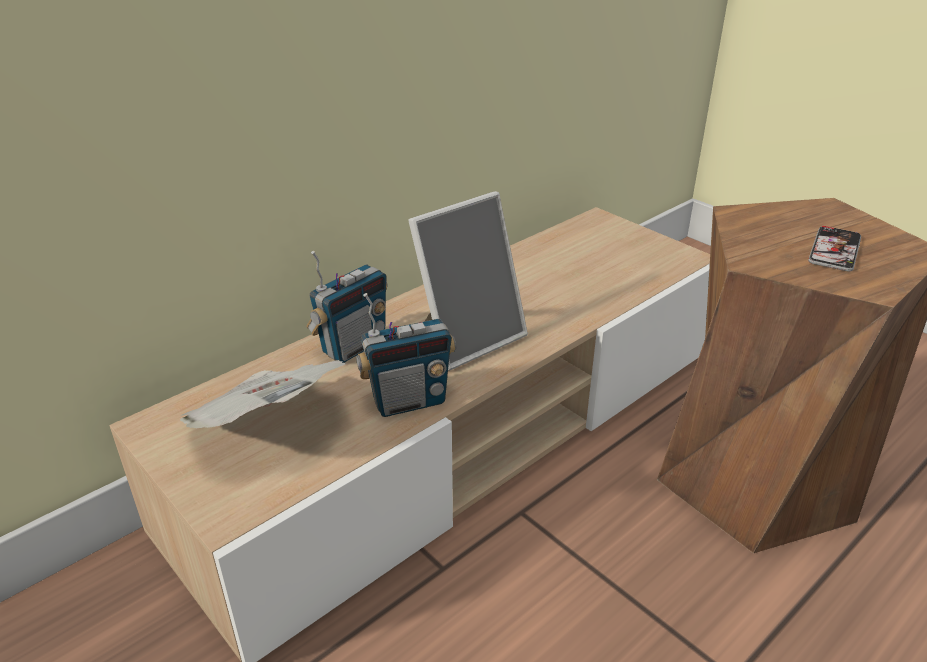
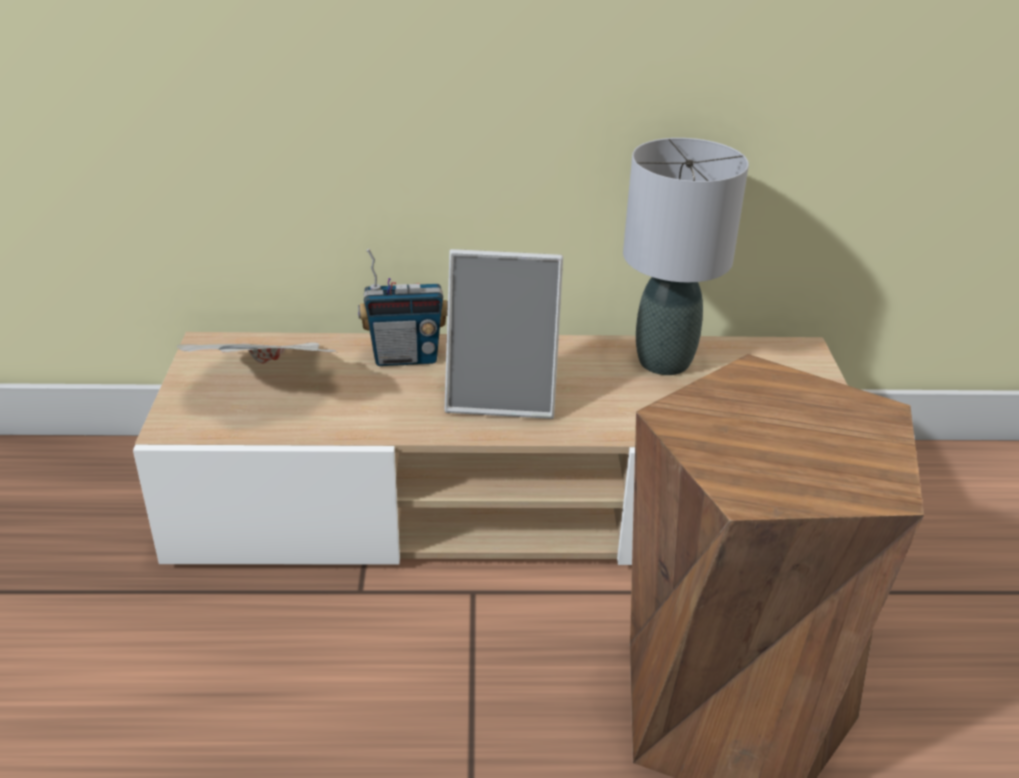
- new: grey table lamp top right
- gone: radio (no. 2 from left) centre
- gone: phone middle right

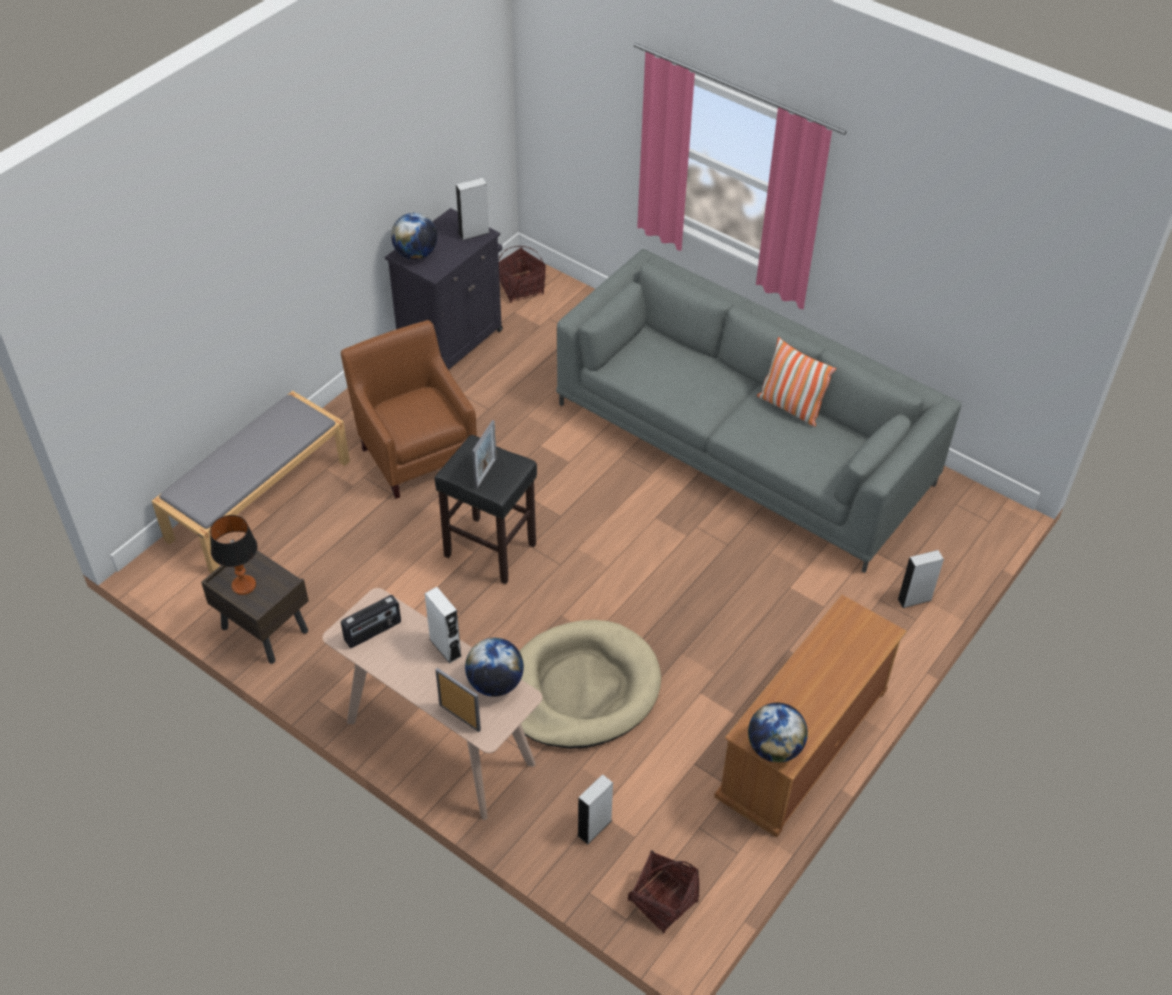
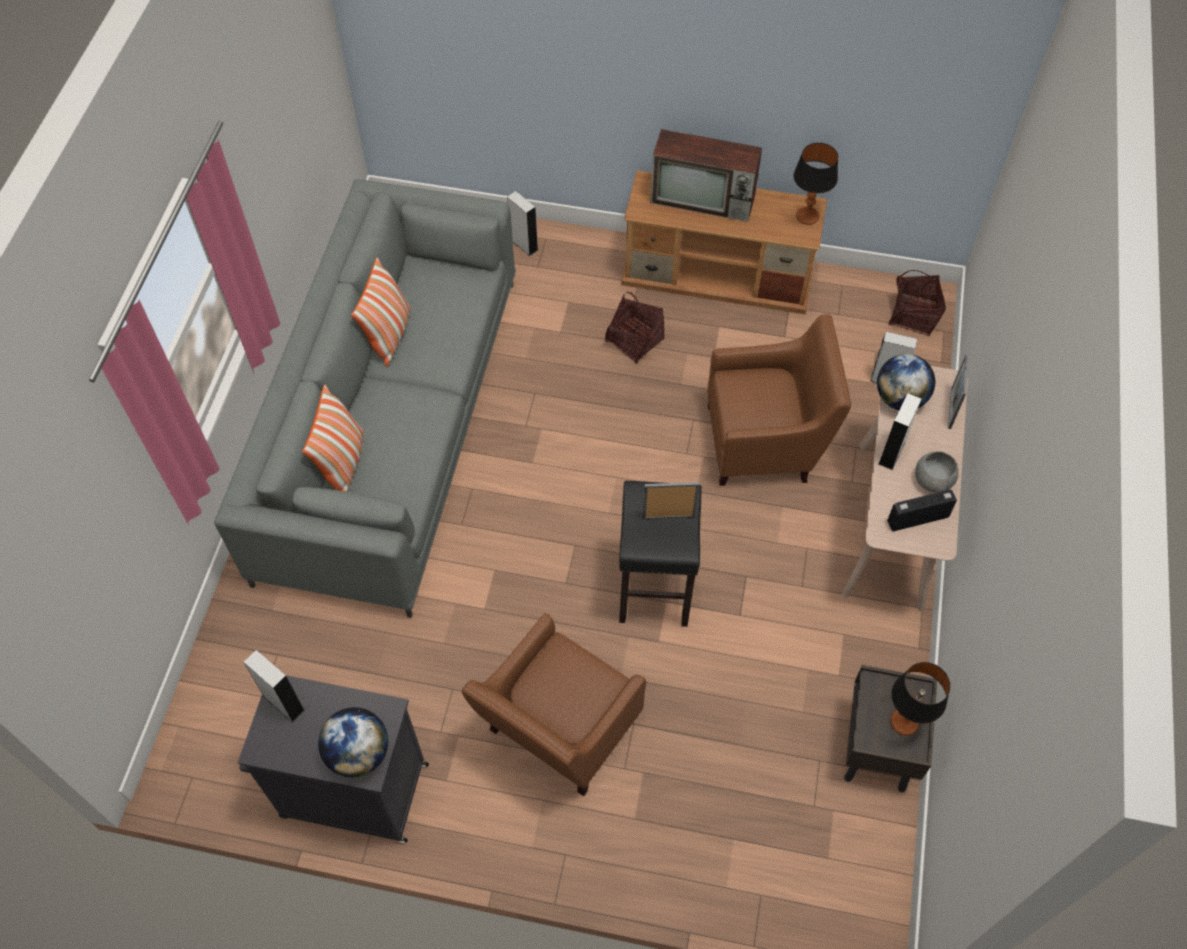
- new: pillow (no. 1 from left) middle left
- shifted: basket (no. 1 from left) top centre to centre
- new: television top centre
- swapped: beige dog bed bottom centre to brown armchair (no. 2 from left) centre
- swapped: globe (no. 3 from left) bottom centre to table lamp (no. 1 from left) top right
- rotated: radio middle left = middle right 45 degrees counterclockwise
- new: grey bowl middle right
- gone: grey bench middle left

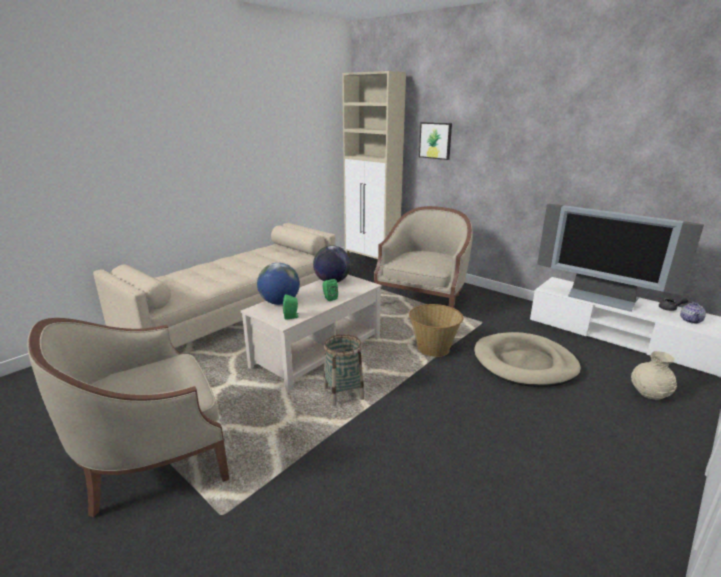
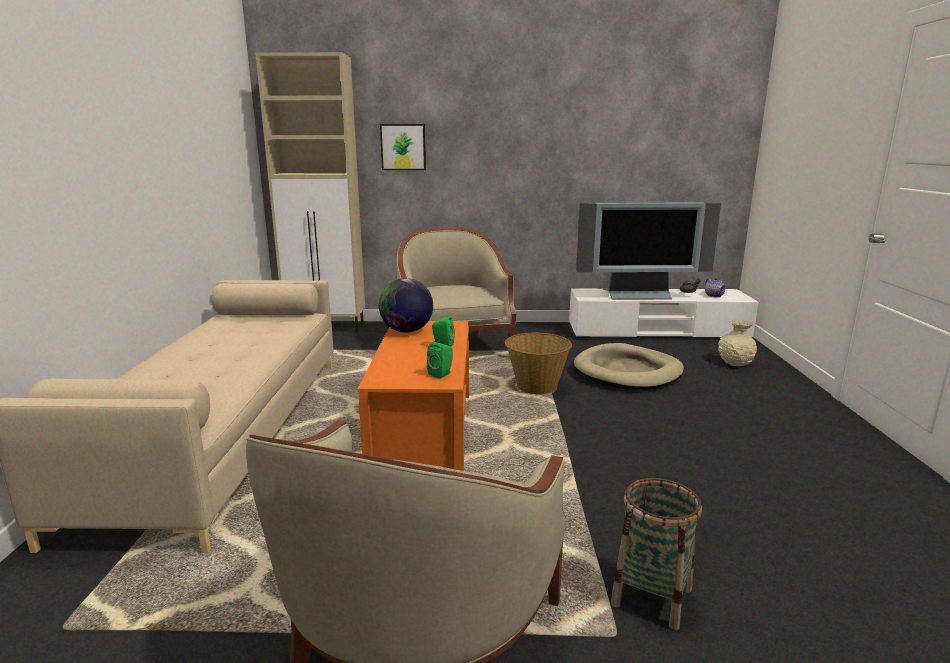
- repainted: beige coffee table centre to orange coffee table centre
- shifted: basket (no. 1 from left in the first image) centre to basket (no. 2 from left) bottom right
- gone: globe (no. 1 from left) centre

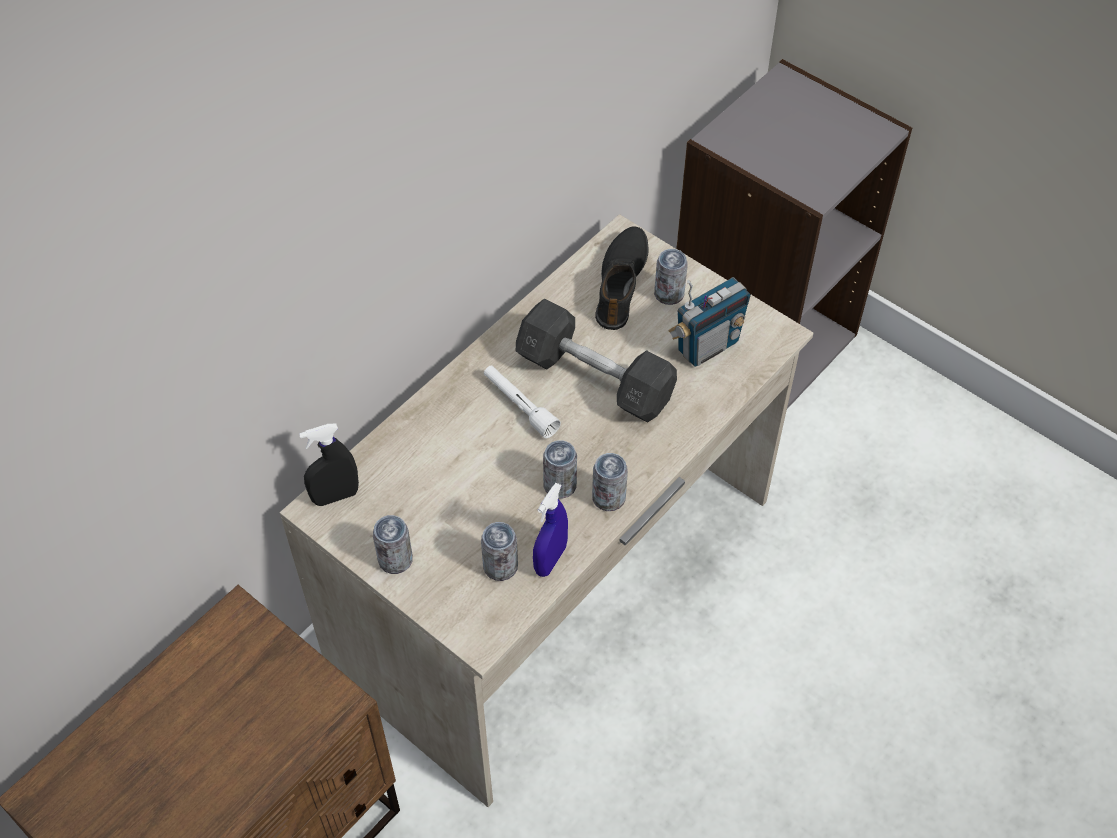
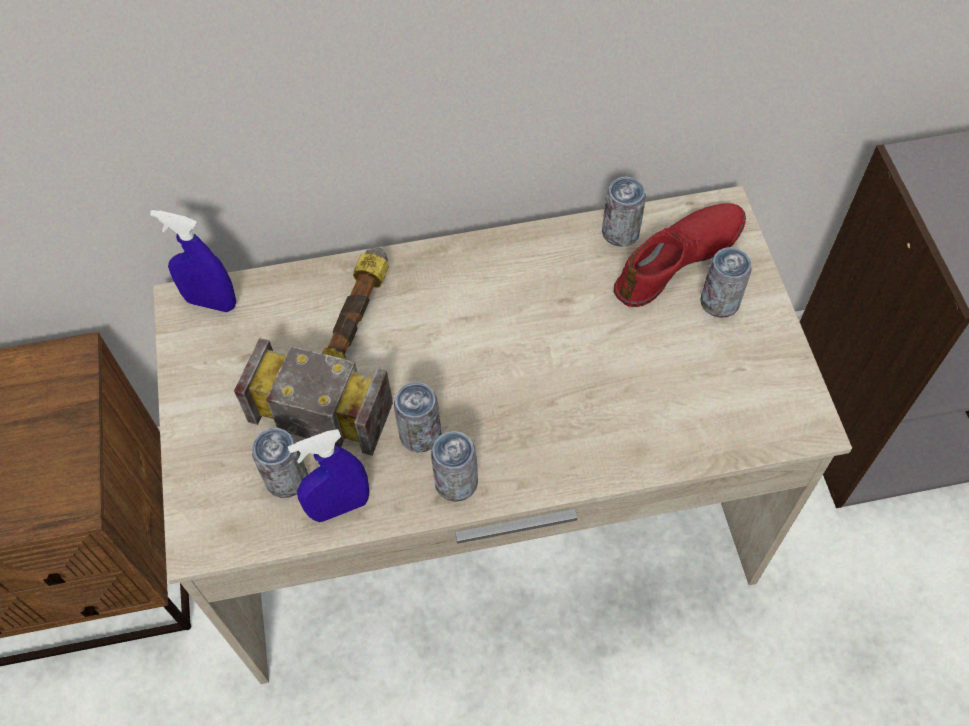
- repainted: black spray bottle middle left to blue spray bottle (no. 1 from left) middle left
- new: hammer middle left
- shifted: can (no. 1 from left in the first image) centre to can (no. 4 from left) top centre
- repainted: black shoe top centre to red shoe middle right
- gone: white flashlight centre
- gone: grey dumbbell centre
- gone: radio centre

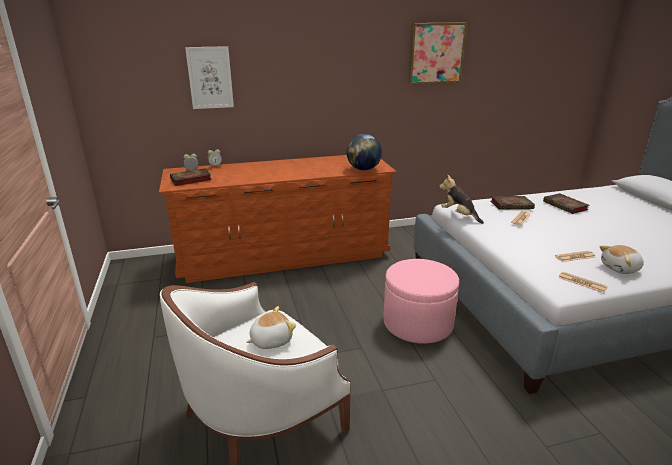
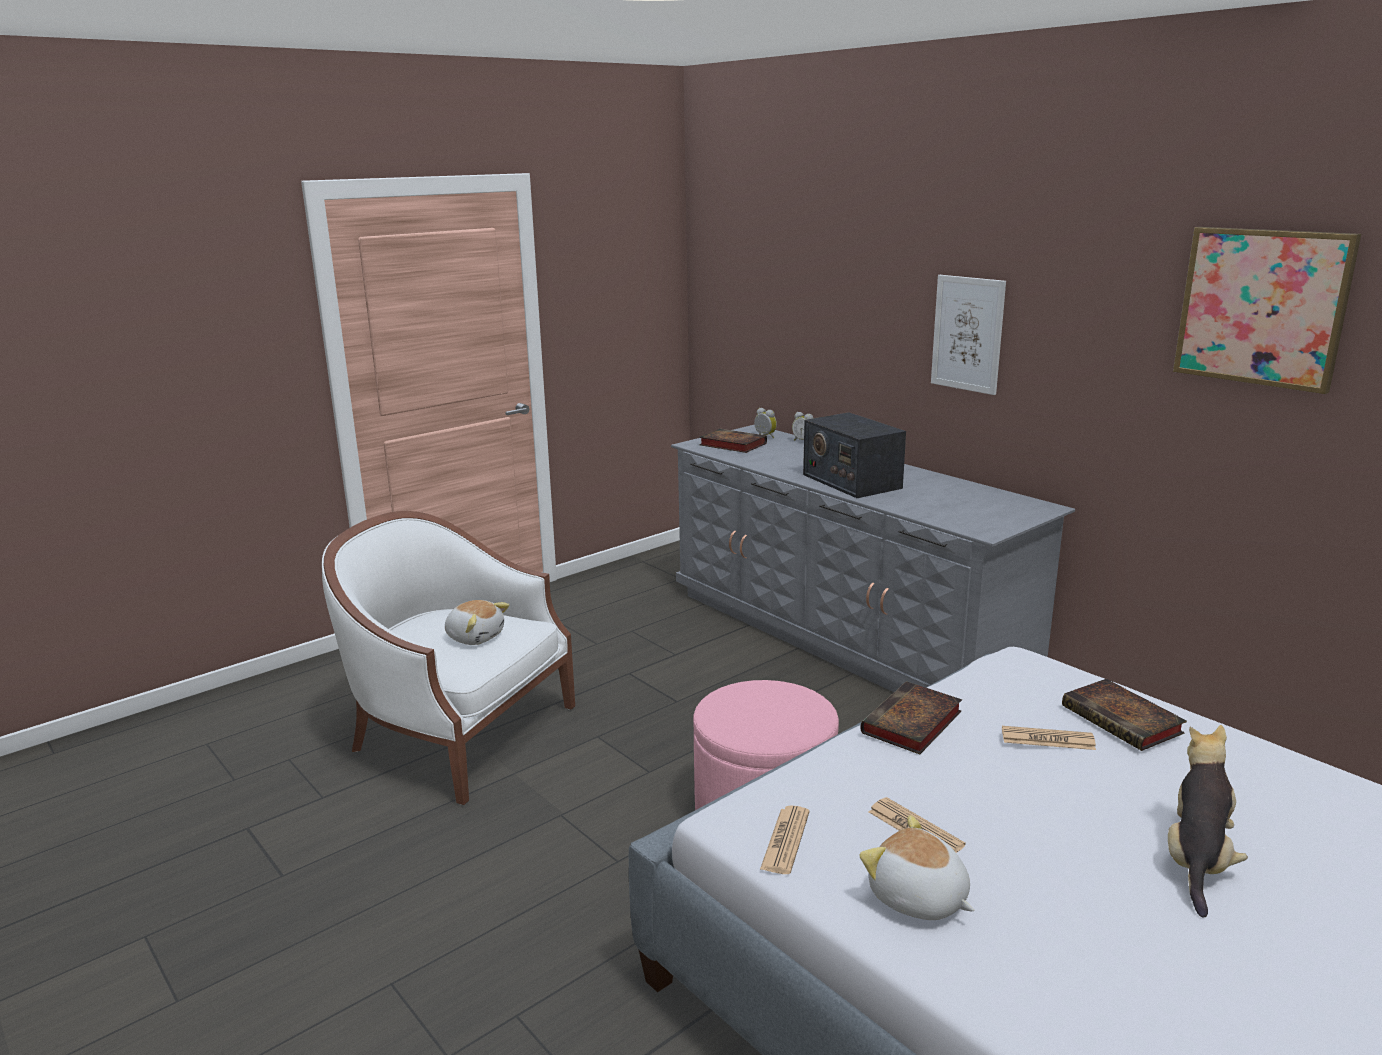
- repainted: brown dresser centre to grey dresser centre
- new: radio centre
- shifted: book (no. 3 from left in the first image) middle right to book (no. 2 from left) bottom centre
- shifted: picture (no. 1 from left) top left to top right
- shifted: plush toy (no. 2 from left in the first image) middle right to plush toy (no. 3 from left) bottom right
- gone: globe top centre

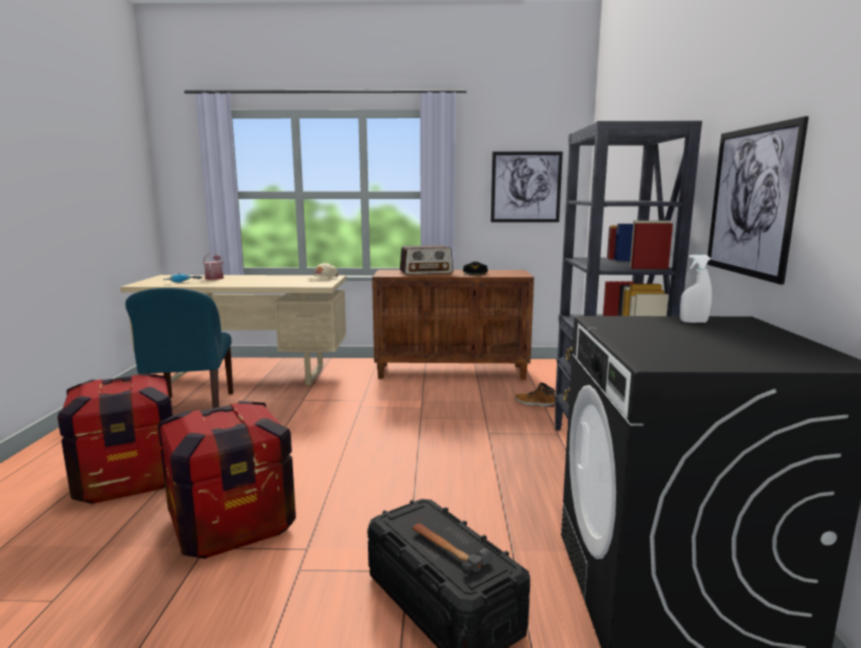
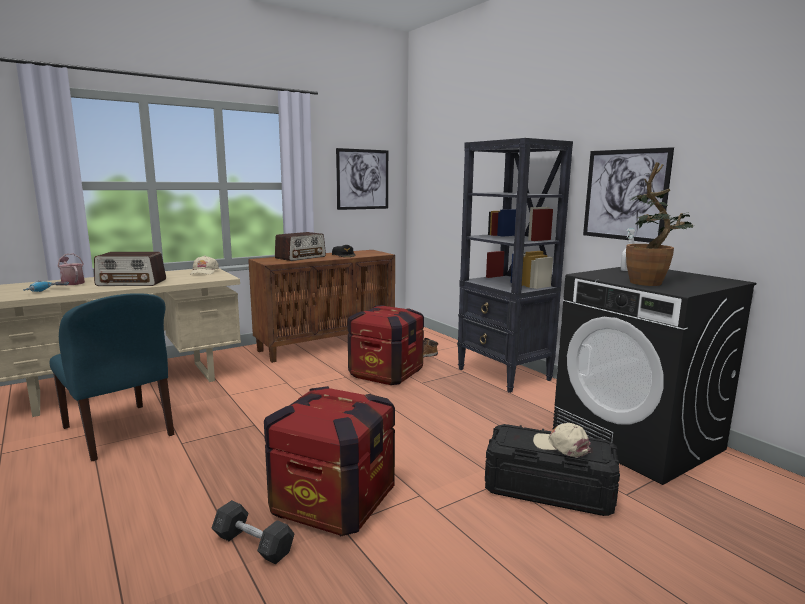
- new: radio (no. 1 from left) middle left
- new: grey dumbbell bottom left
- shifted: crate (no. 1 from left in the first image) bottom left to crate (no. 2 from left) centre
- swapped: hammer bottom centre to beige cap (no. 2 from left) bottom right
- new: potted plant middle right

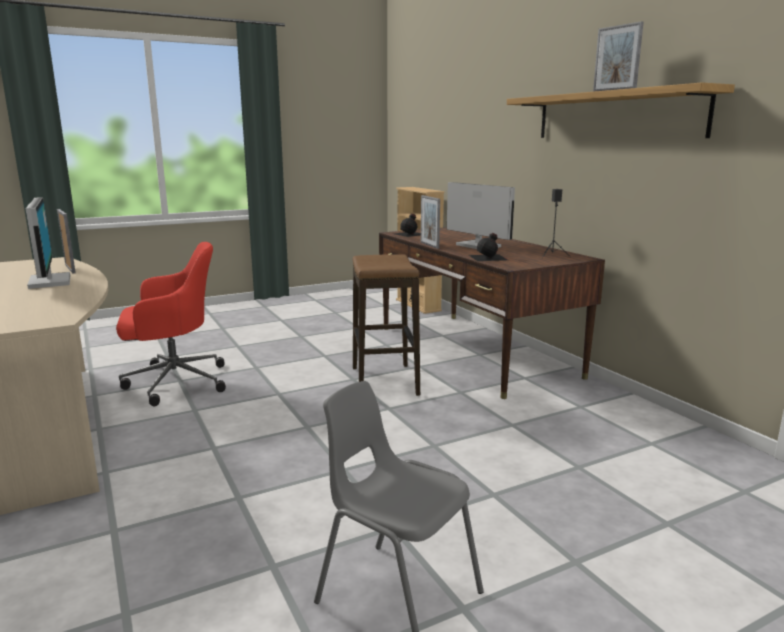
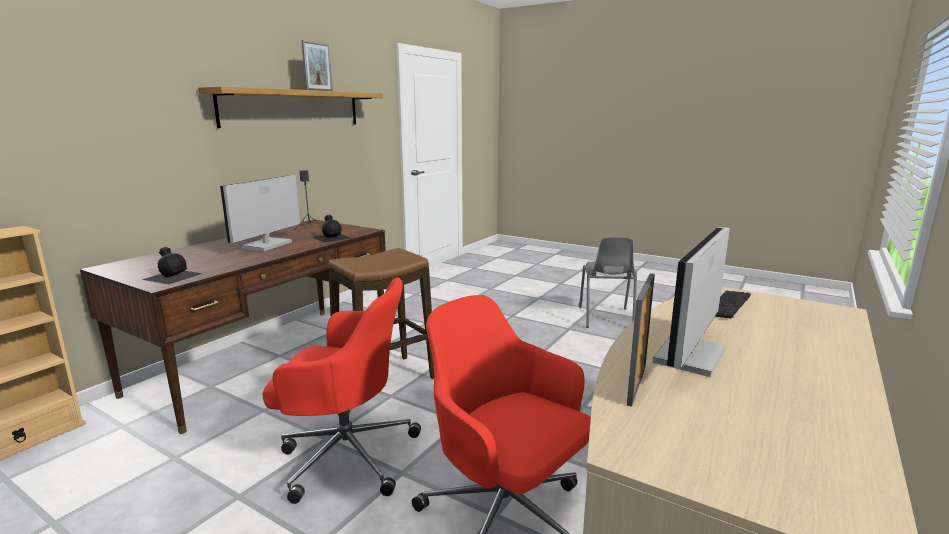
- new: red office chair (no. 1 from left) bottom centre
- new: keyboard middle right
- gone: picture frame (no. 2 from left) centre

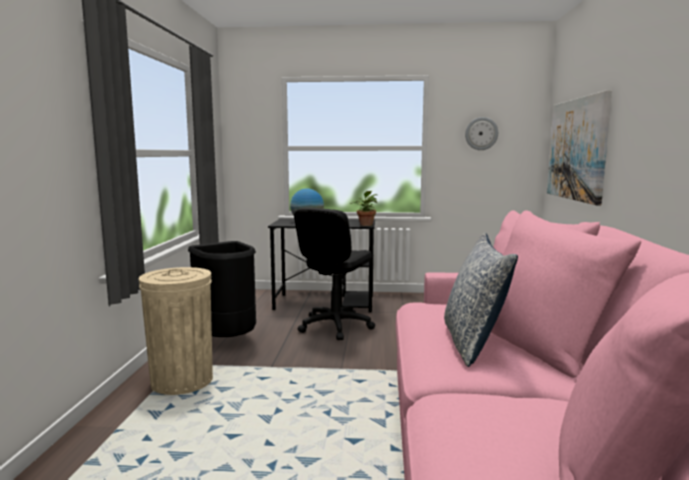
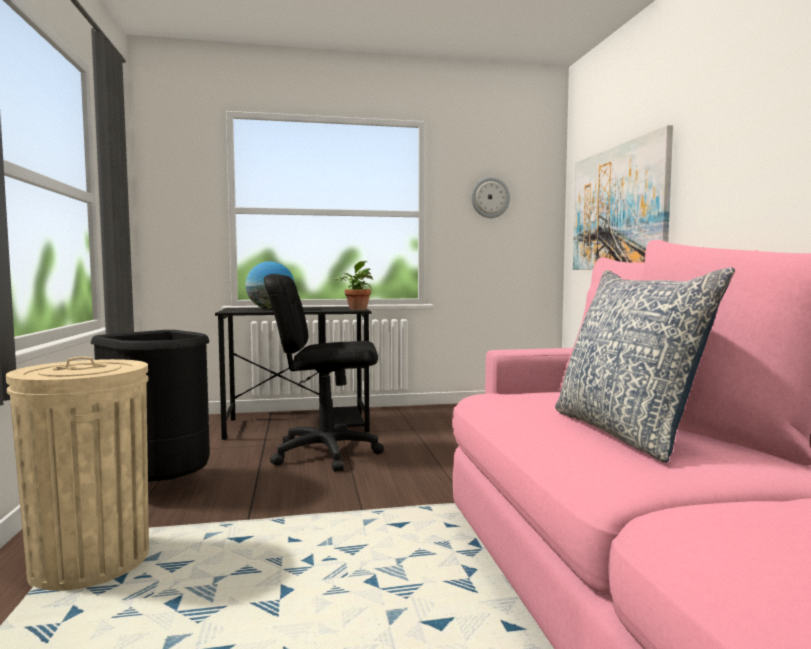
- rotated: black office chair centre = centre 75 degrees clockwise

